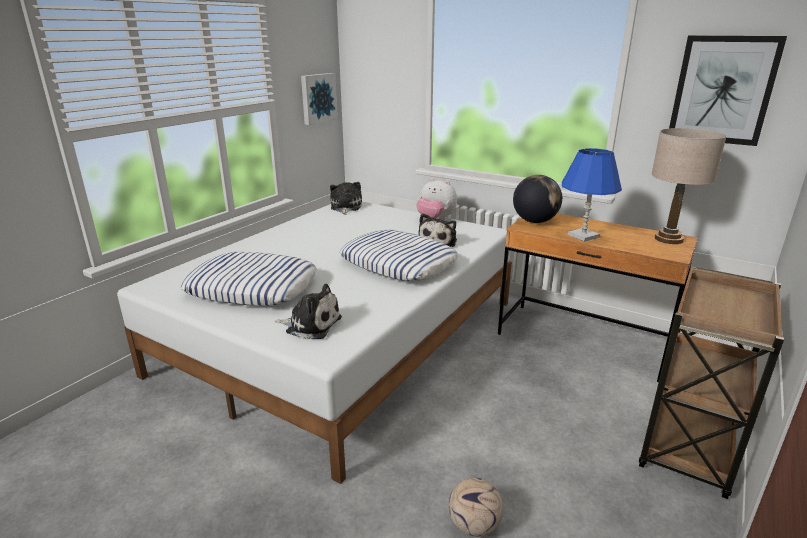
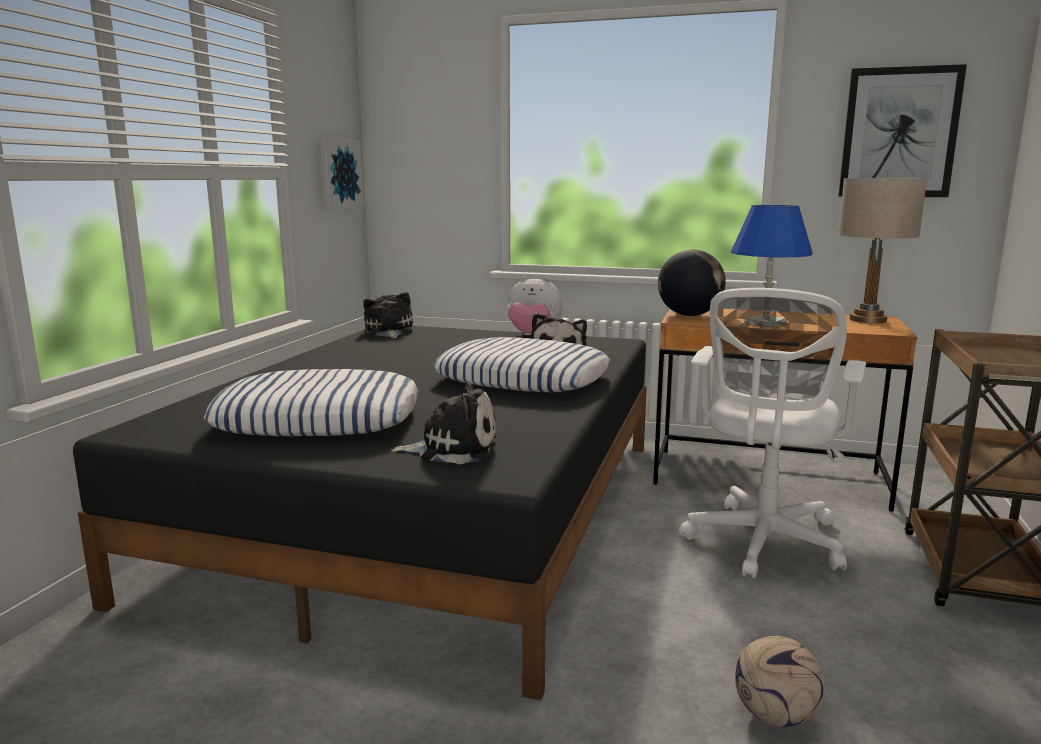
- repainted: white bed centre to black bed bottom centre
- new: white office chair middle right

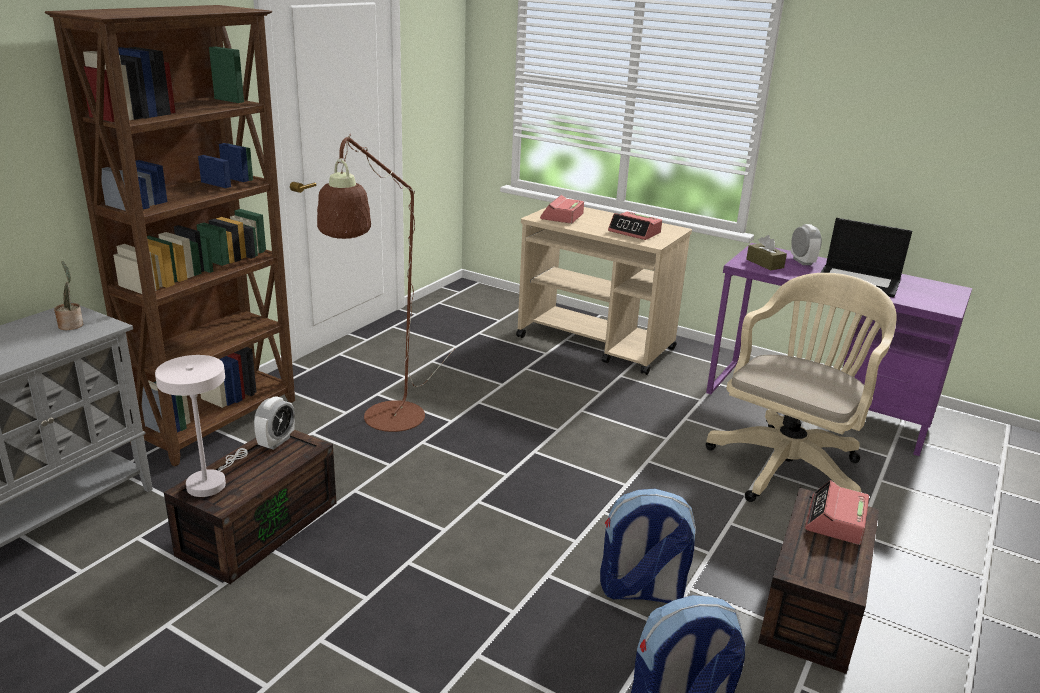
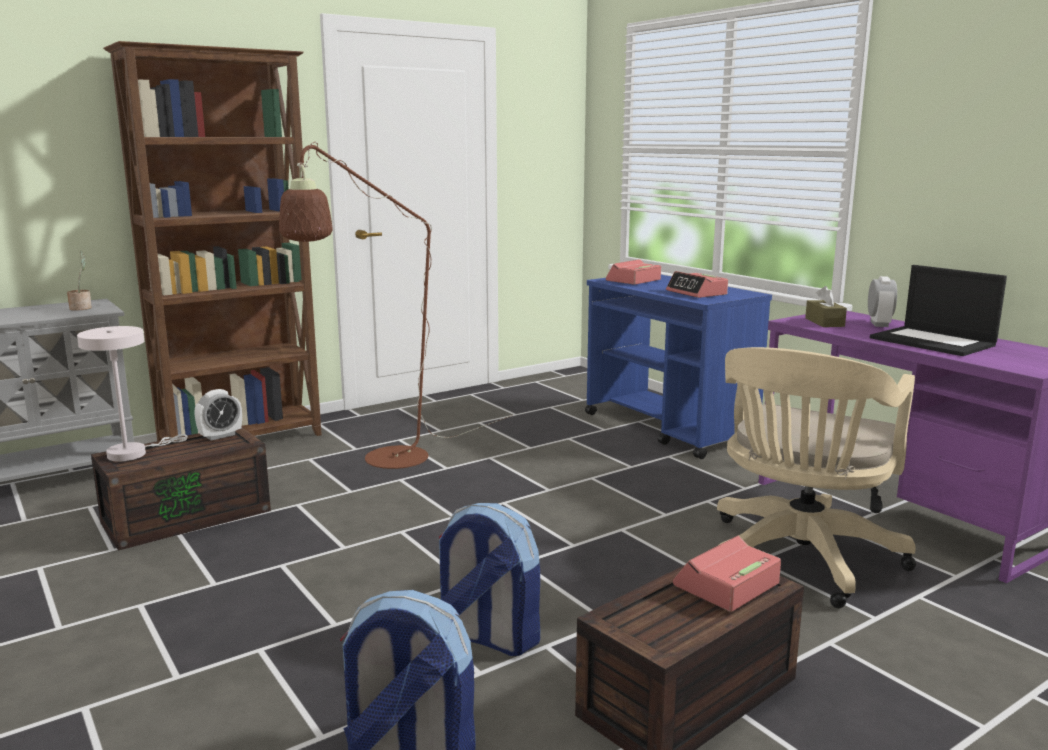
- repainted: beige cart centre to blue cart centre
- rotated: beige office chair middle right = middle right 150 degrees clockwise

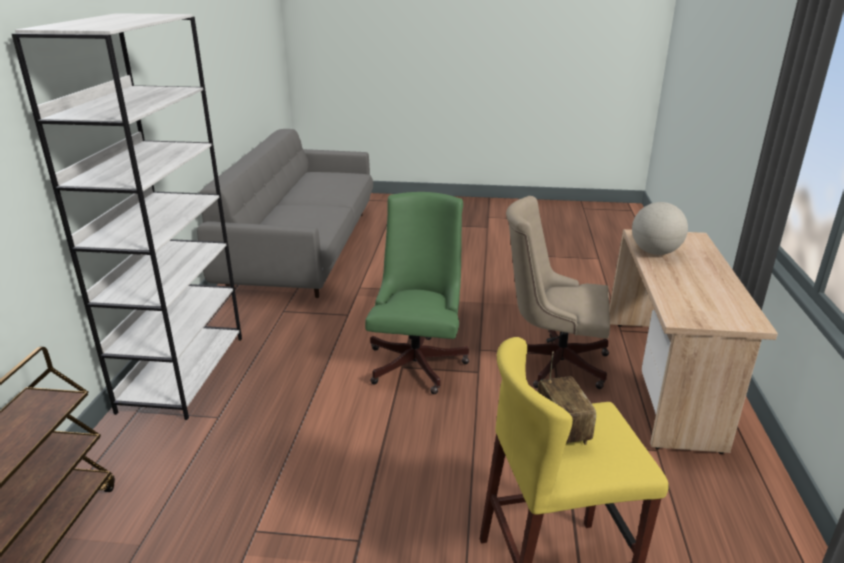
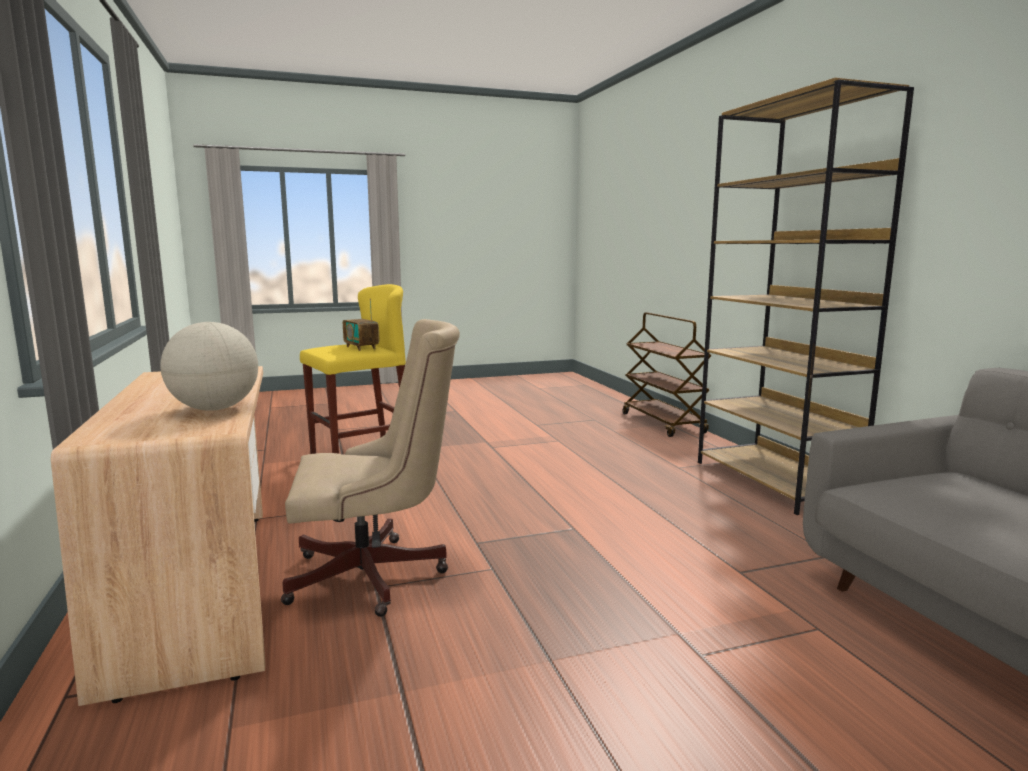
- repainted: white bookcase middle left to brown bookcase middle right
- gone: green office chair centre

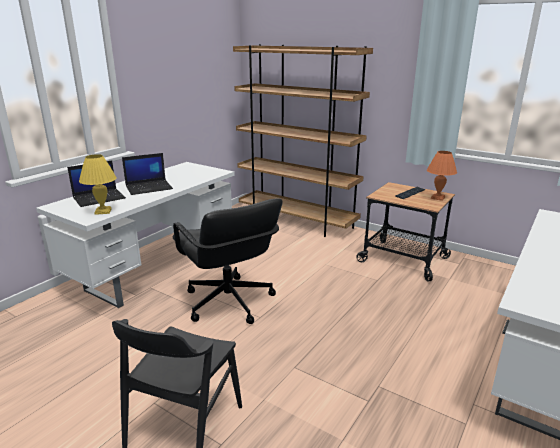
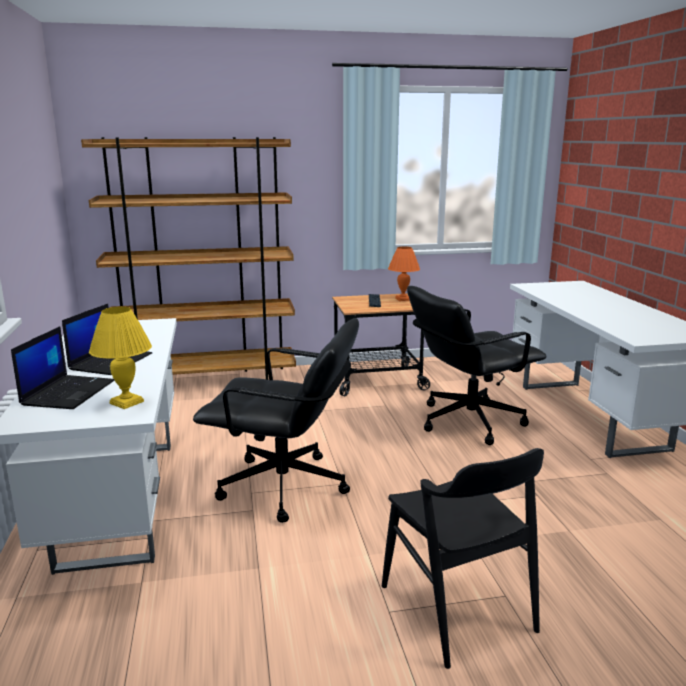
- new: black office chair (no. 2 from left) middle right

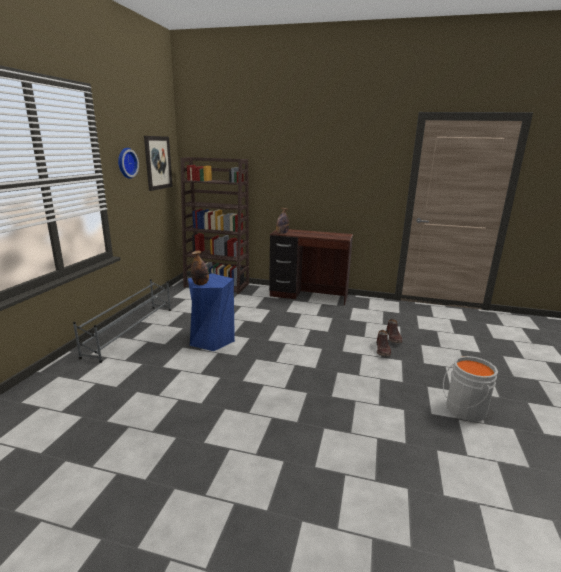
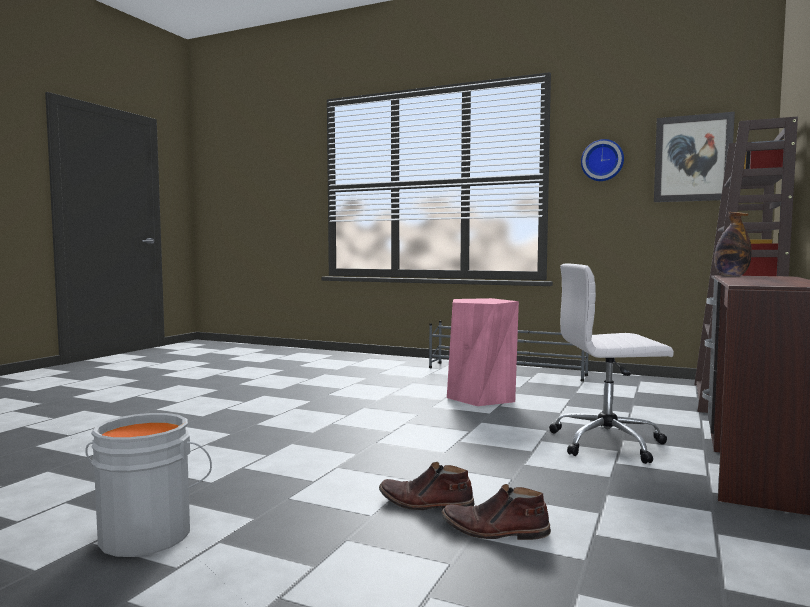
- repainted: blue stool centre to pink stool centre
- new: white office chair middle right
- gone: bottle (no. 1 from left) centre

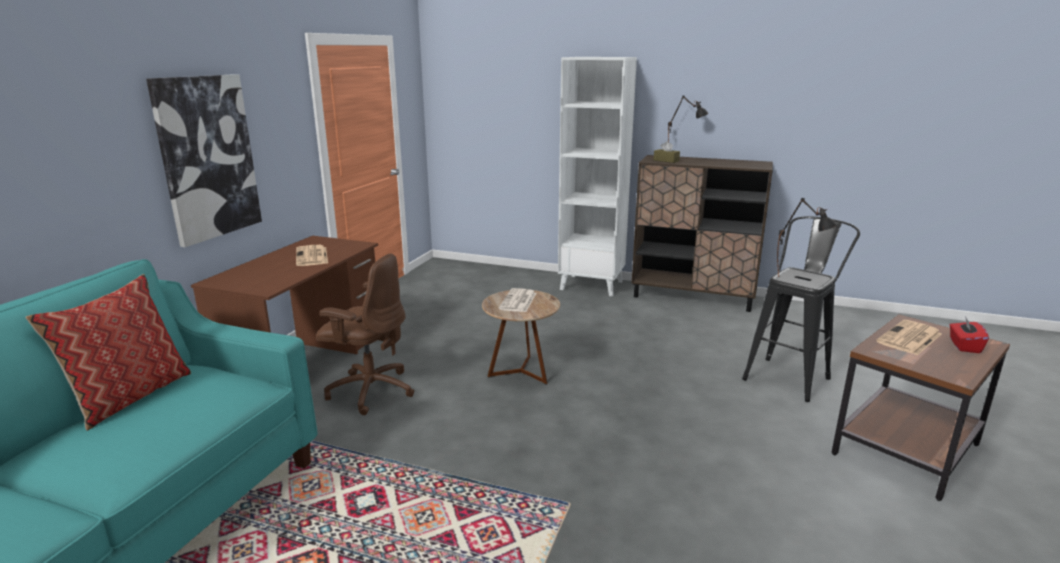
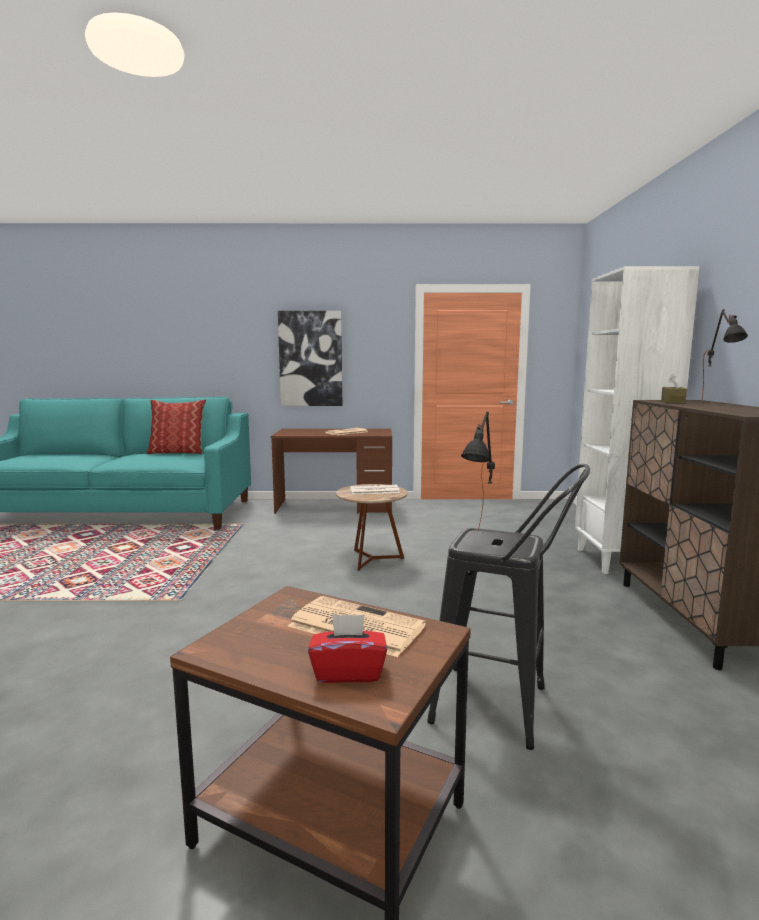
- gone: brown office chair centre

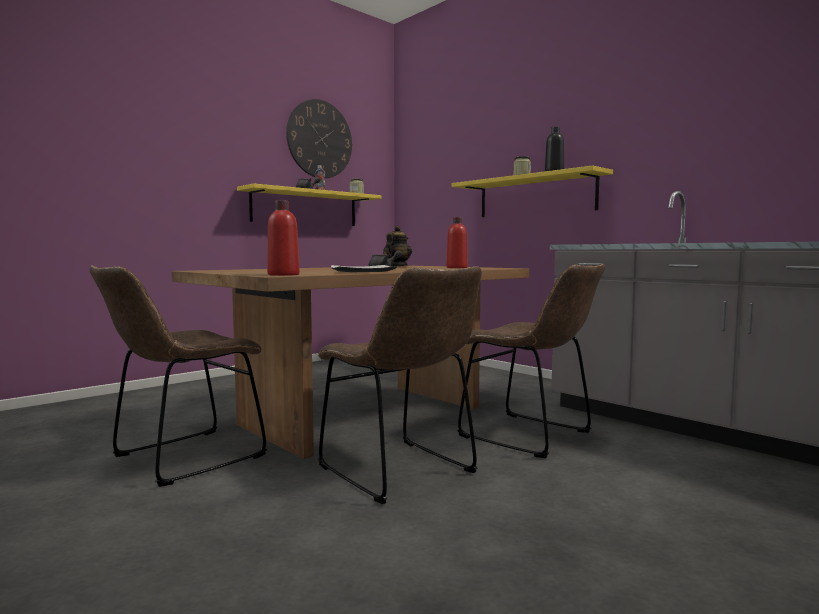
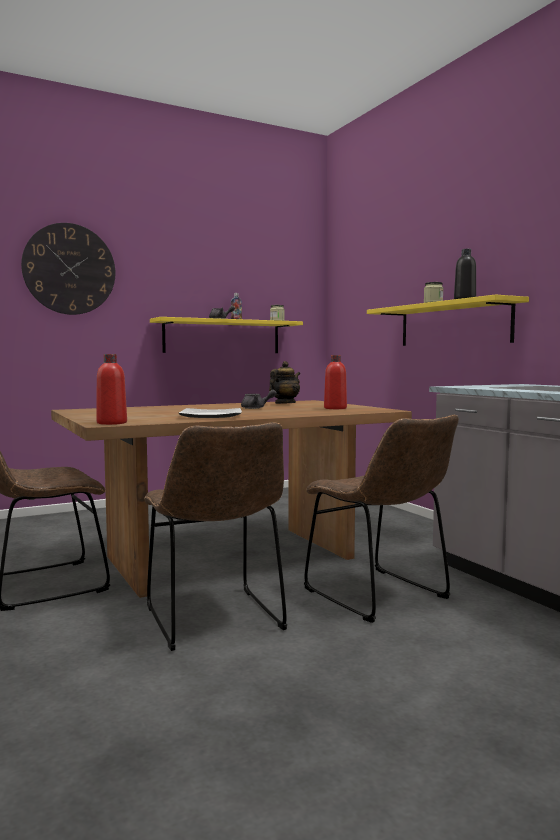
- shifted: wall clock top centre to top left

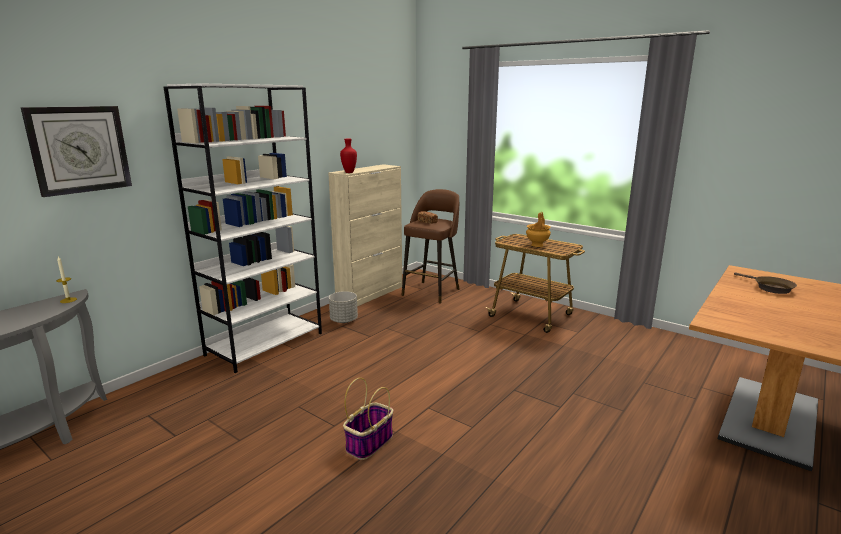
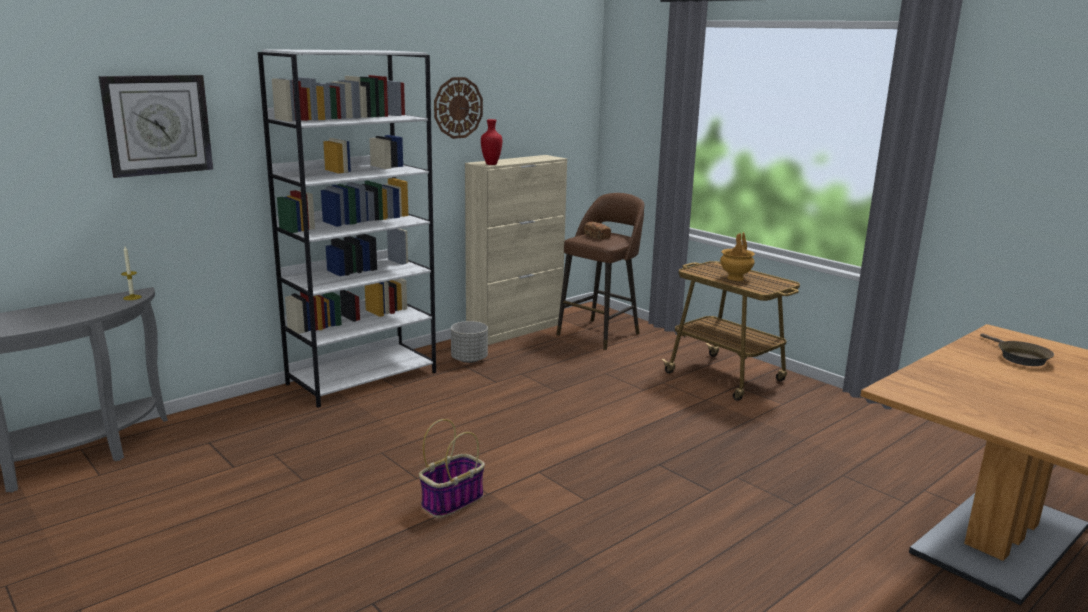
- new: wall clock (no. 2 from left) top centre

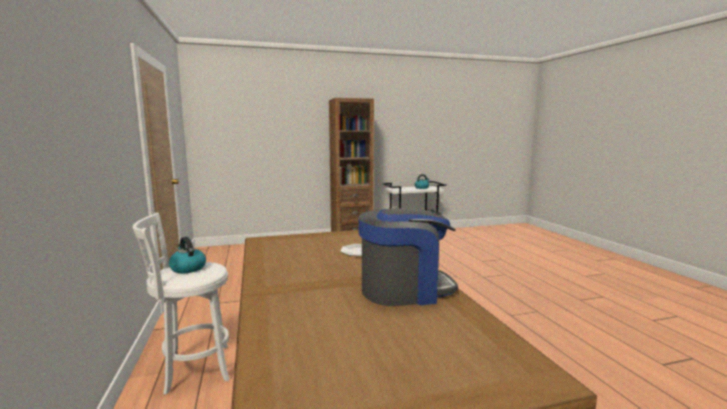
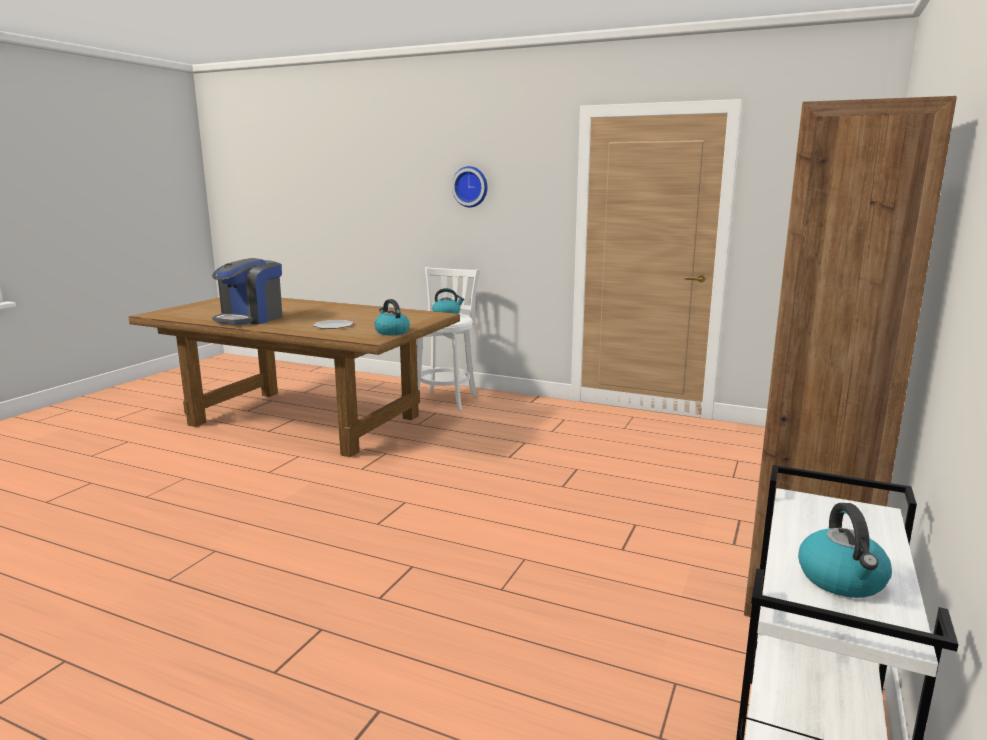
- new: kettle (no. 1 from left) centre
- new: wall clock top centre

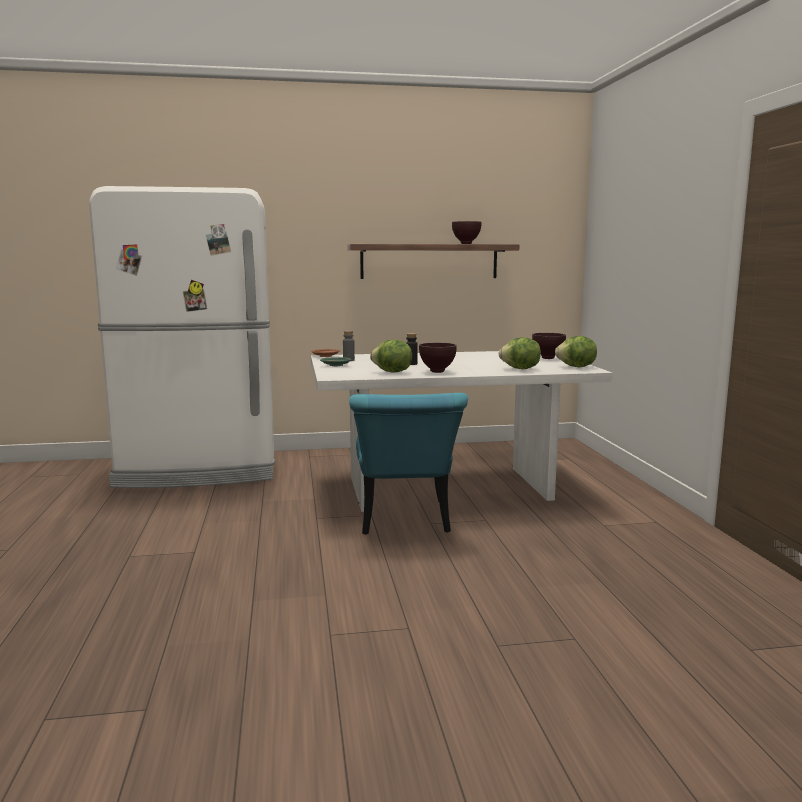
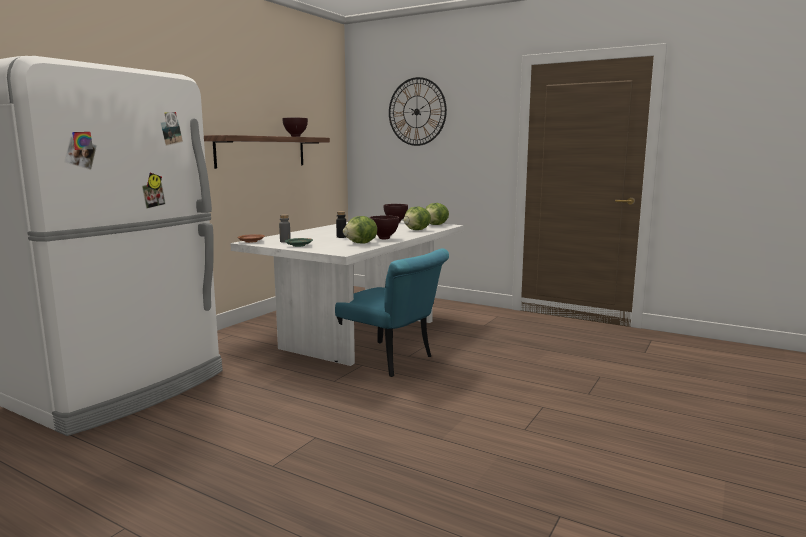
- new: wall clock top centre

